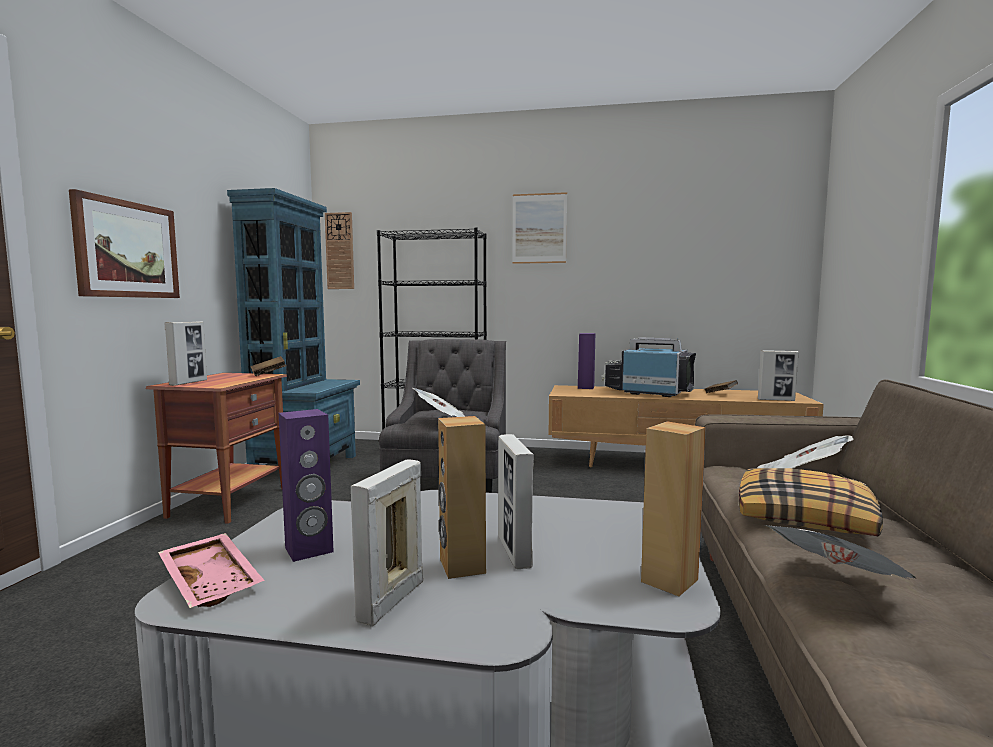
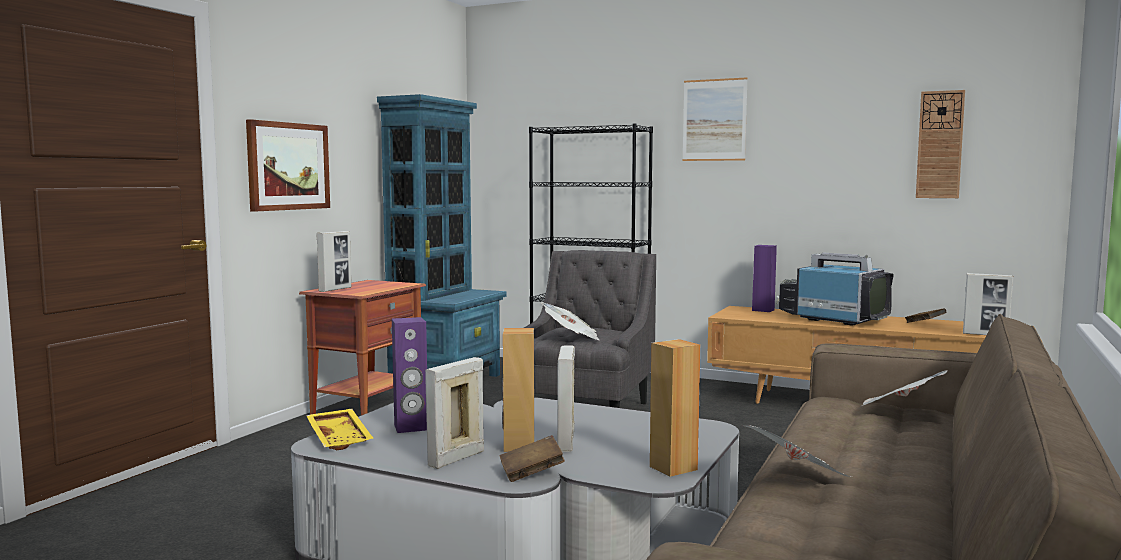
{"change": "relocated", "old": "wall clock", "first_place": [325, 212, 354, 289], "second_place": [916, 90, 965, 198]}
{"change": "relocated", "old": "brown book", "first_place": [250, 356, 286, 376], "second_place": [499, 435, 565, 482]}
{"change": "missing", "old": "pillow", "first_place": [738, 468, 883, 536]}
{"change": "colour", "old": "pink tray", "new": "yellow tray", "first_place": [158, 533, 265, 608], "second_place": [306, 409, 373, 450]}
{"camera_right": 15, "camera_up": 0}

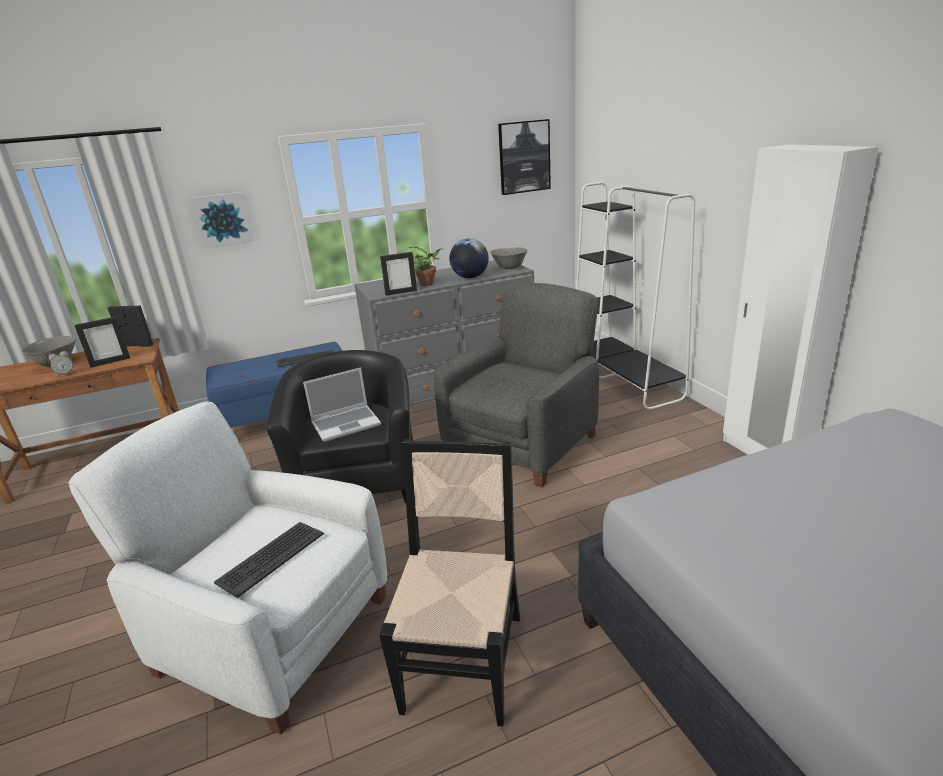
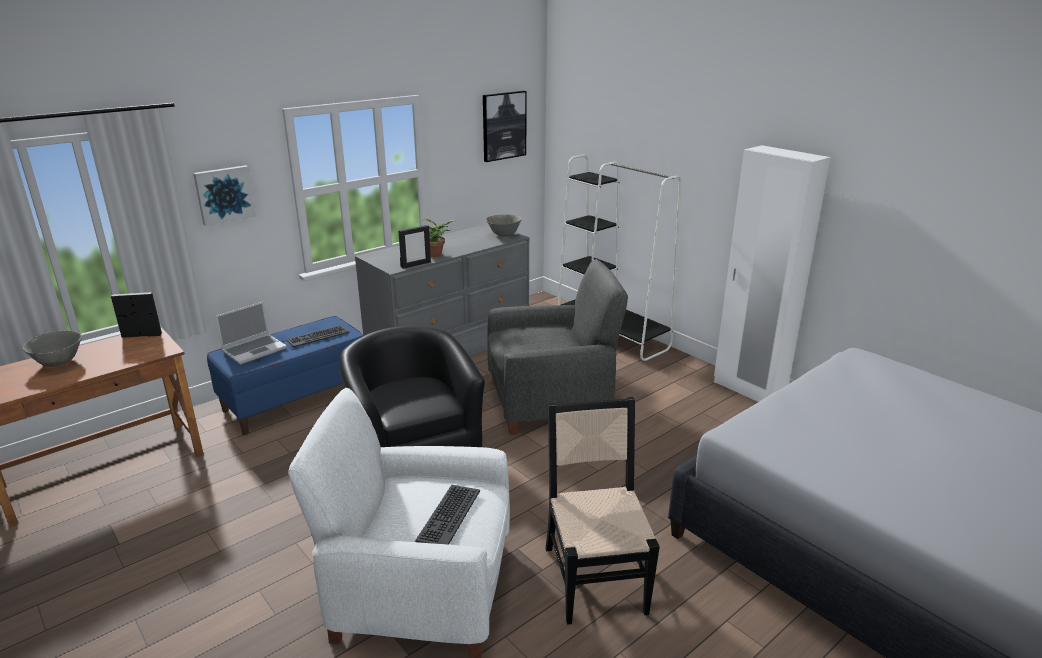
{"change": "missing", "old": "globe", "first_place": [449, 238, 489, 278]}
{"change": "spun", "old": "grey armchair", "first_place": [434, 283, 599, 488], "second_place": [487, 259, 628, 435], "degrees": 60}
{"change": "missing", "old": "picture frame", "first_place": [75, 317, 130, 368]}
{"change": "missing", "old": "alarm clock", "first_place": [49, 351, 75, 378]}
{"change": "relocated", "old": "laptop", "first_place": [303, 367, 381, 442], "second_place": [215, 302, 287, 364]}
{"camera_right": -20, "camera_up": 0}

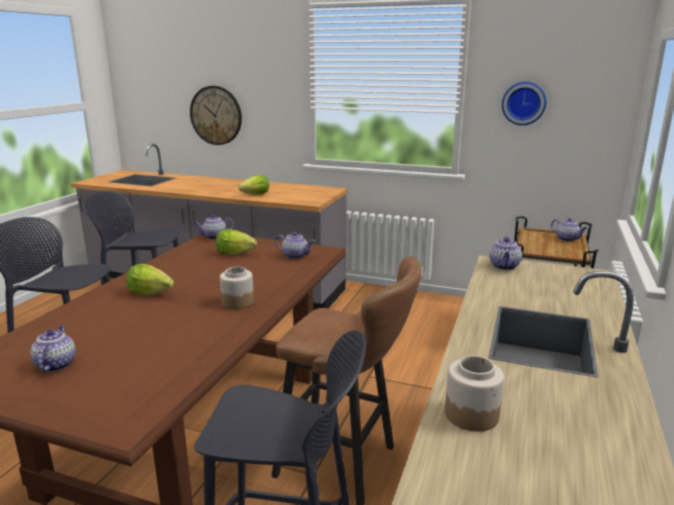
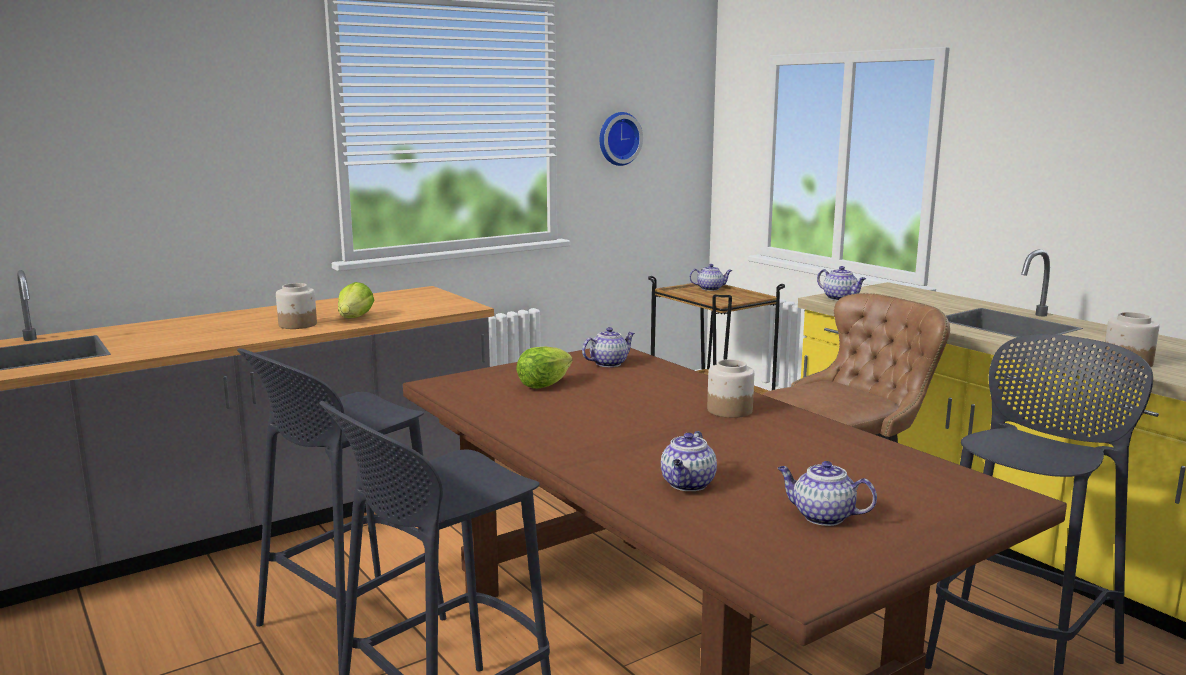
{"change": "missing", "old": "wall clock", "first_place": [190, 86, 242, 145]}
{"change": "relocated", "old": "teapot", "first_place": [194, 215, 234, 239], "second_place": [661, 431, 717, 491]}
{"change": "missing", "old": "lettuce", "first_place": [126, 264, 174, 295]}
{"change": "appeared", "new": "jar", "second_place": [276, 283, 317, 329]}
{"camera_right": -55, "camera_up": -5}

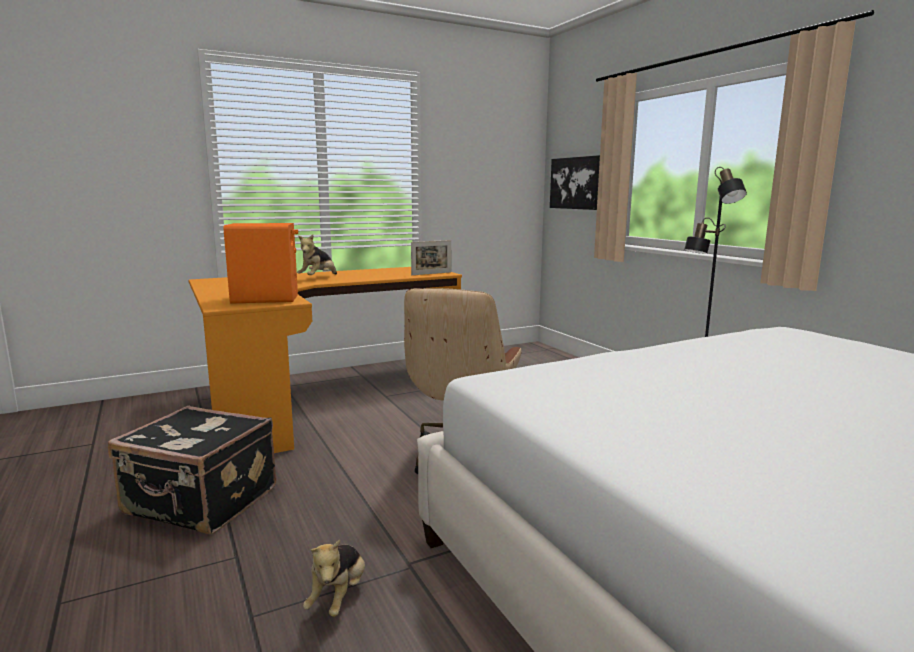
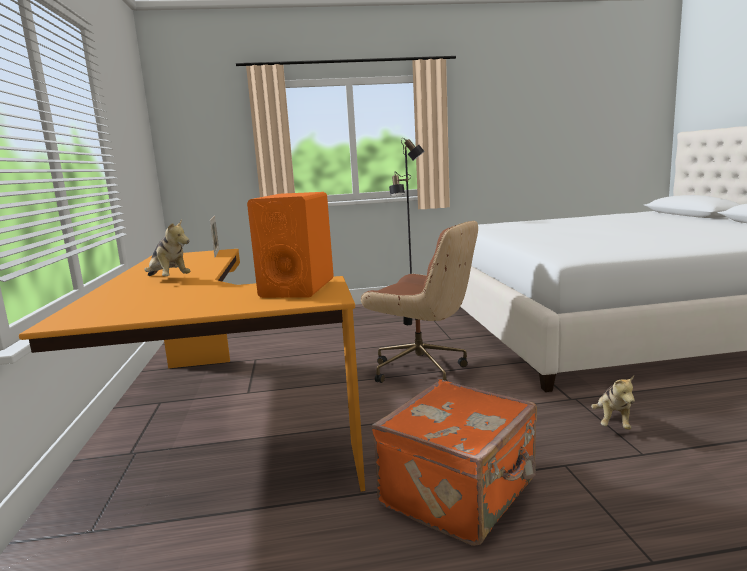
{"change": "missing", "old": "picture", "first_place": [550, 155, 600, 210]}
{"change": "colour", "old": "black suitcase", "new": "orange suitcase", "first_place": [108, 406, 276, 534], "second_place": [372, 379, 537, 546]}
{"change": "spun", "old": "plush toy", "first_place": [303, 539, 365, 617], "second_place": [591, 375, 635, 430], "degrees": 75}
{"camera_right": -70, "camera_up": 0}

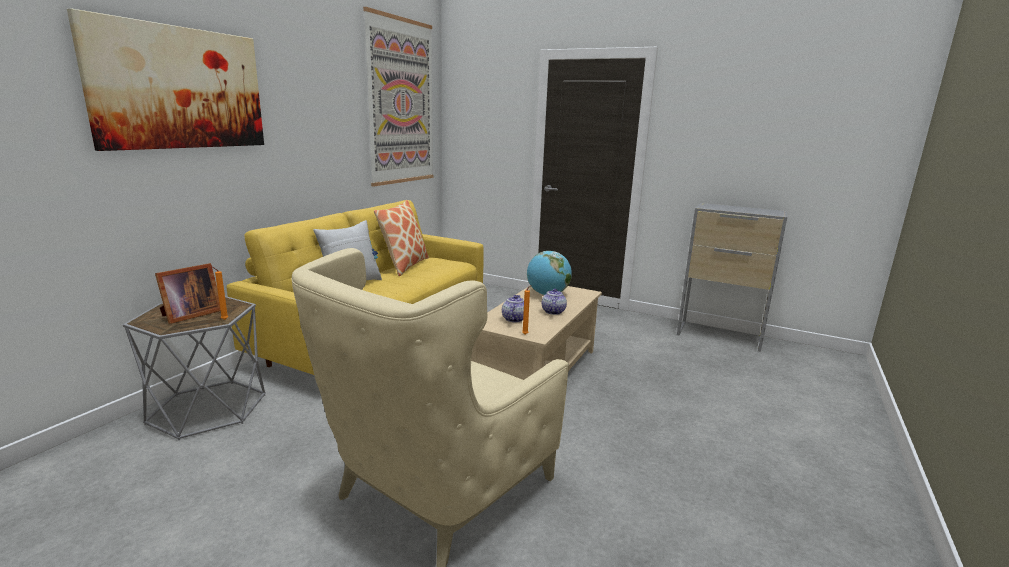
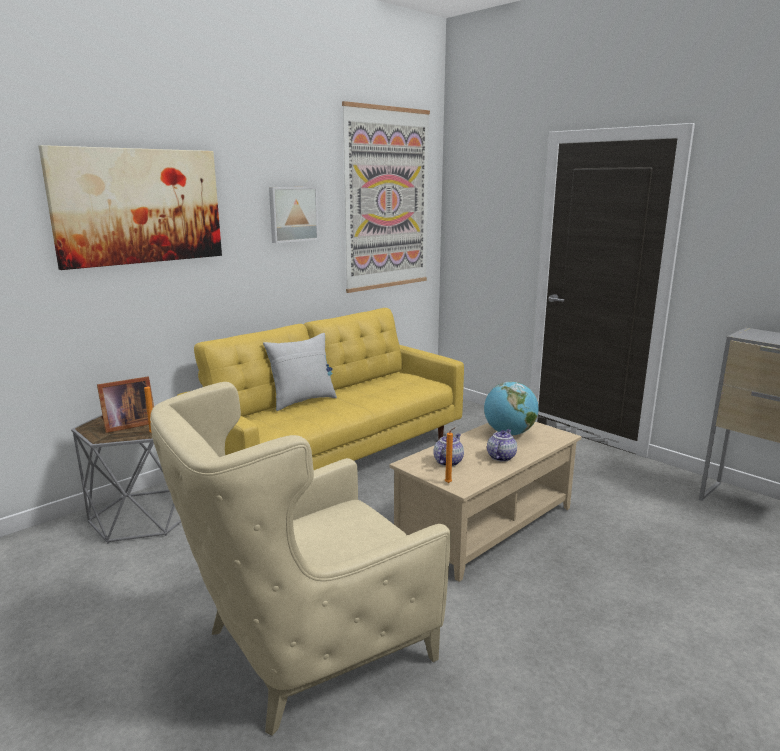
{"change": "missing", "old": "pillow", "first_place": [374, 200, 429, 276]}
{"change": "appeared", "new": "picture", "second_place": [269, 187, 319, 243]}
{"camera_right": 20, "camera_up": 0}

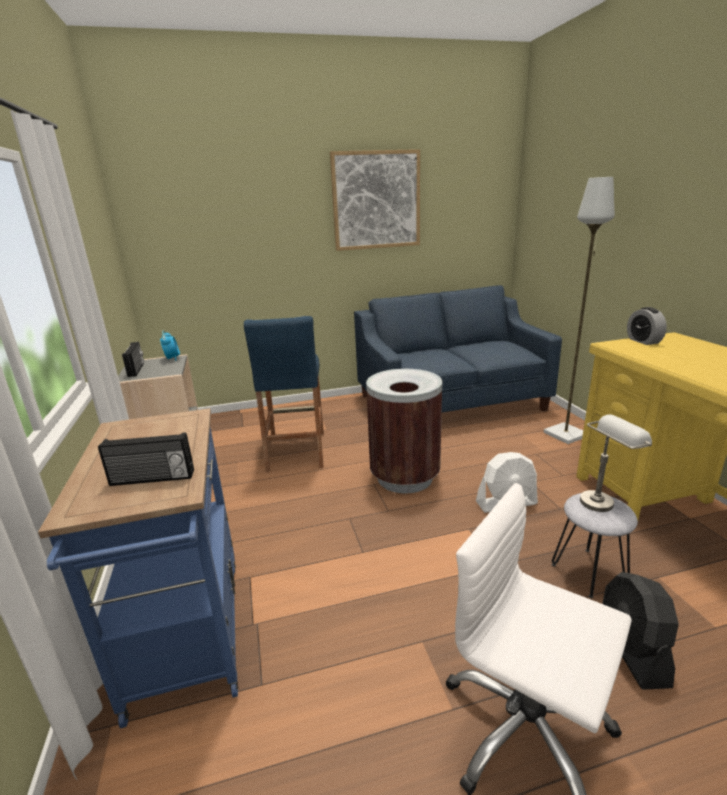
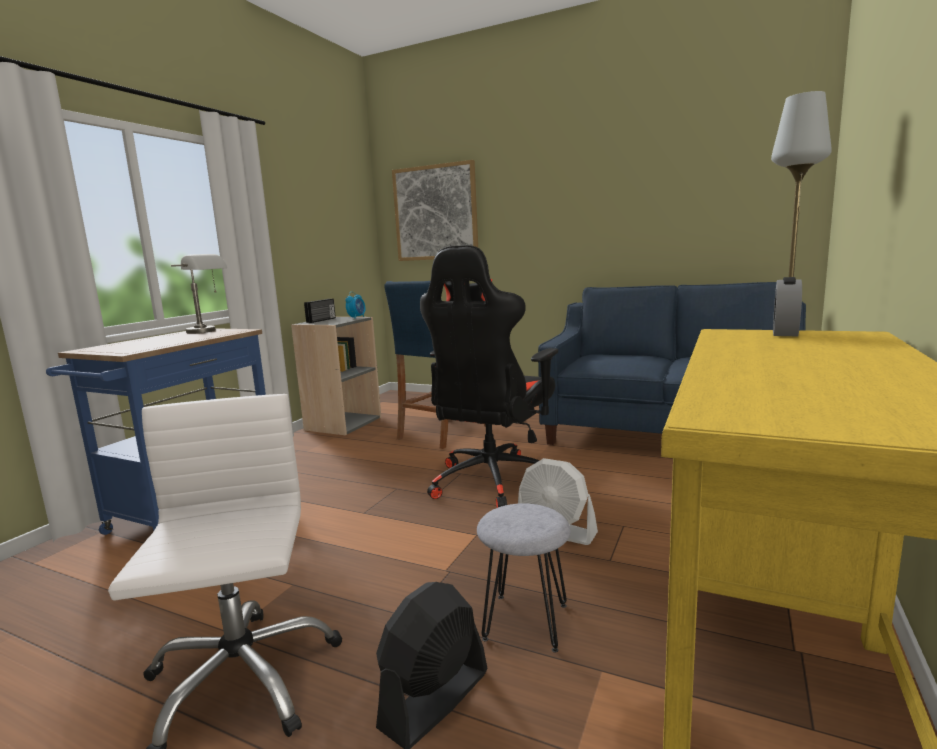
{"change": "relocated", "old": "picture", "first_place": [330, 149, 420, 251], "second_place": [392, 160, 478, 261]}
{"change": "exchanged", "old": "brown trash can", "new": "black office chair", "first_place": [366, 369, 442, 493], "second_place": [420, 245, 558, 508]}
{"change": "relocated", "old": "grey table lamp", "first_place": [580, 414, 652, 512], "second_place": [171, 254, 227, 334]}
{"change": "missing", "old": "radio", "first_place": [98, 432, 194, 486]}
{"camera_right": 40, "camera_up": -10}

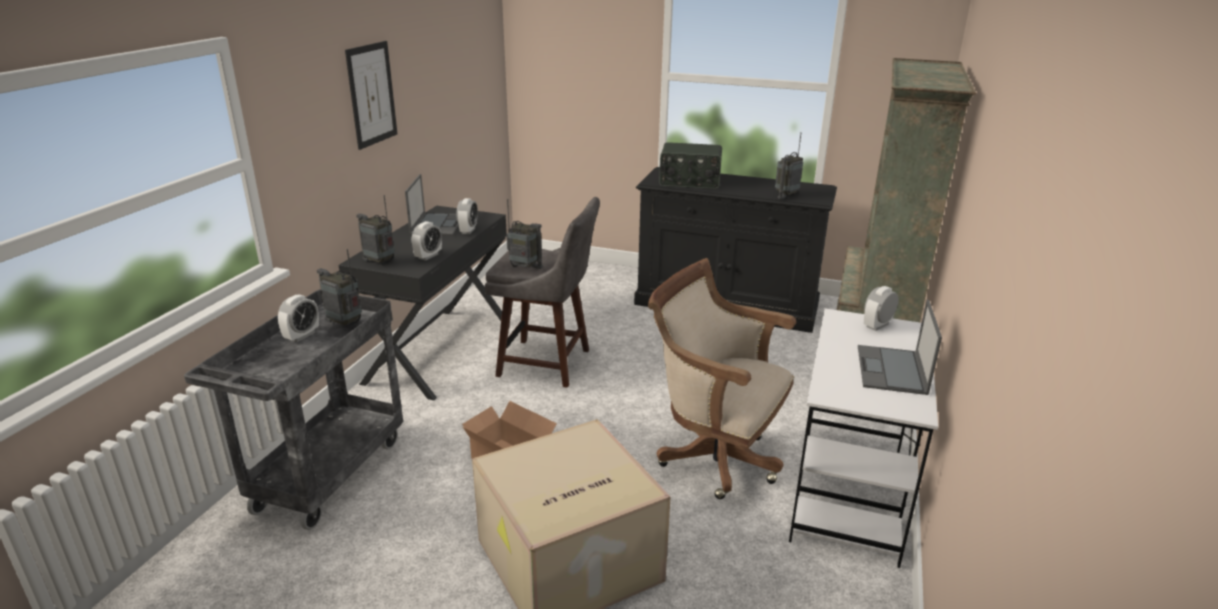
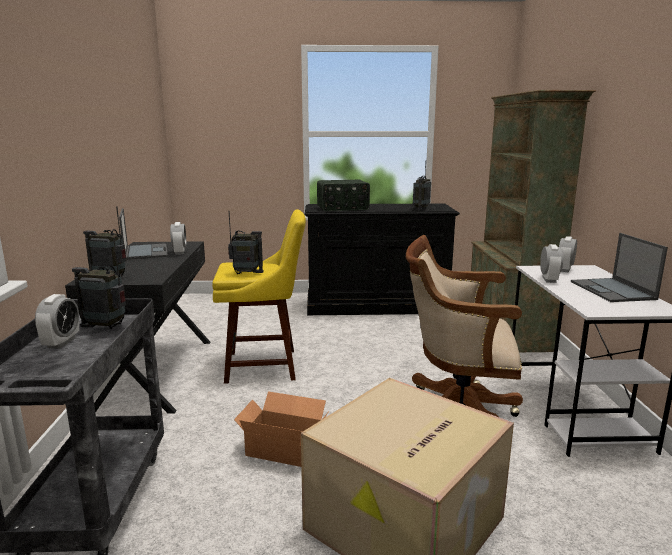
{"change": "missing", "old": "picture", "first_place": [345, 41, 397, 150]}
{"change": "colour", "old": "grey stool", "new": "yellow stool", "first_place": [485, 197, 600, 388], "second_place": [212, 209, 306, 384]}
{"change": "relocated", "old": "alarm clock", "first_place": [412, 221, 442, 261], "second_place": [540, 244, 563, 283]}
{"camera_right": -20, "camera_up": -10}

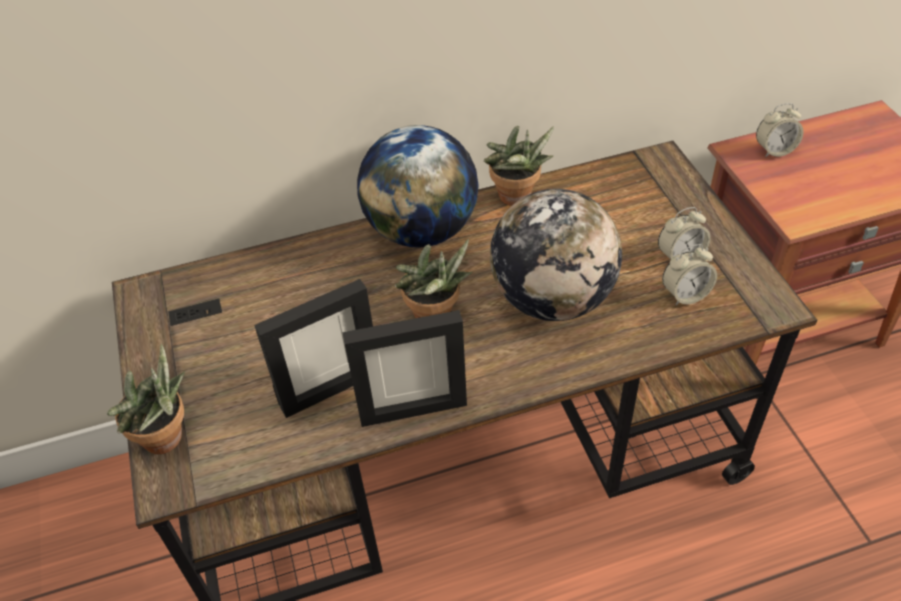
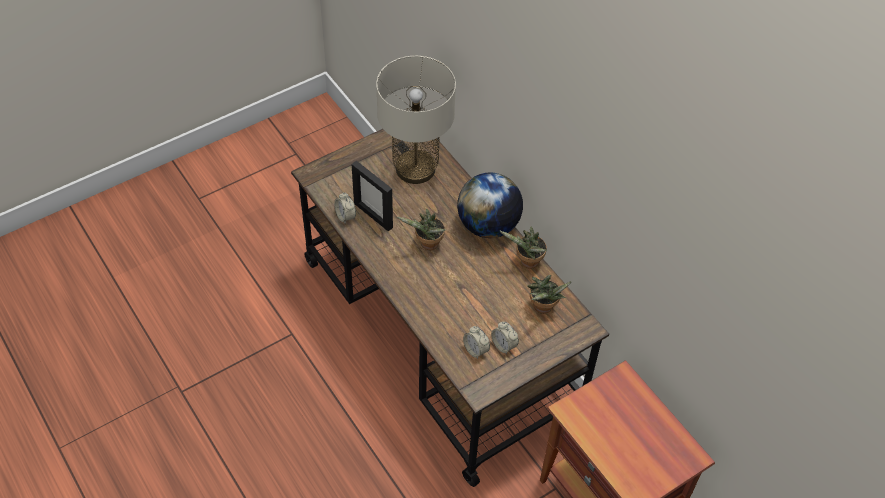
{"change": "relocated", "old": "alarm clock", "first_place": [756, 103, 804, 158], "second_place": [334, 192, 356, 224]}
{"change": "missing", "old": "globe", "first_place": [490, 189, 622, 321]}
{"change": "missing", "old": "picture frame", "first_place": [343, 310, 467, 427]}
{"change": "relocated", "old": "potted plant", "first_place": [107, 344, 185, 454], "second_place": [527, 275, 572, 314]}
{"change": "appeared", "new": "table lamp", "second_place": [376, 56, 456, 184]}
{"camera_right": 70, "camera_up": 5}

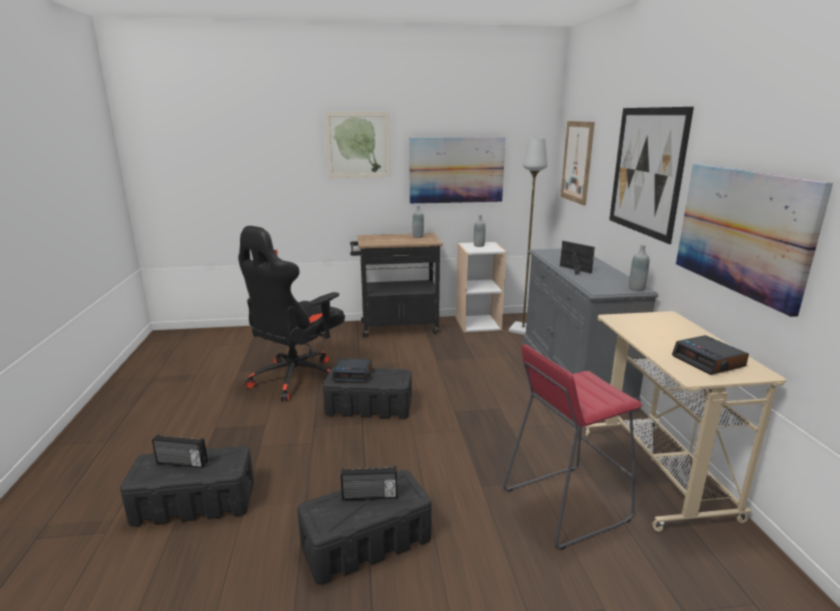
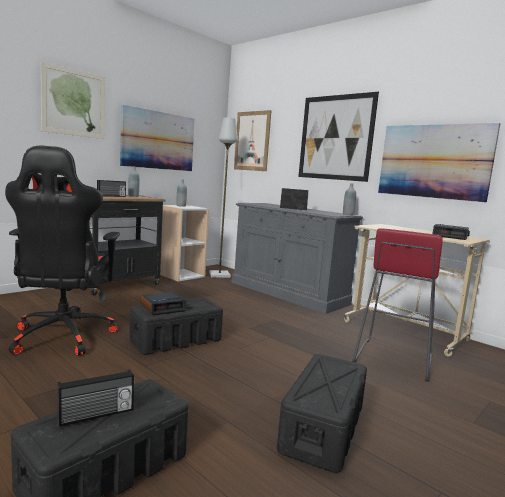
{"change": "relocated", "old": "radio", "first_place": [341, 466, 397, 500], "second_place": [97, 180, 126, 197]}
{"camera_right": -40, "camera_up": -10}

